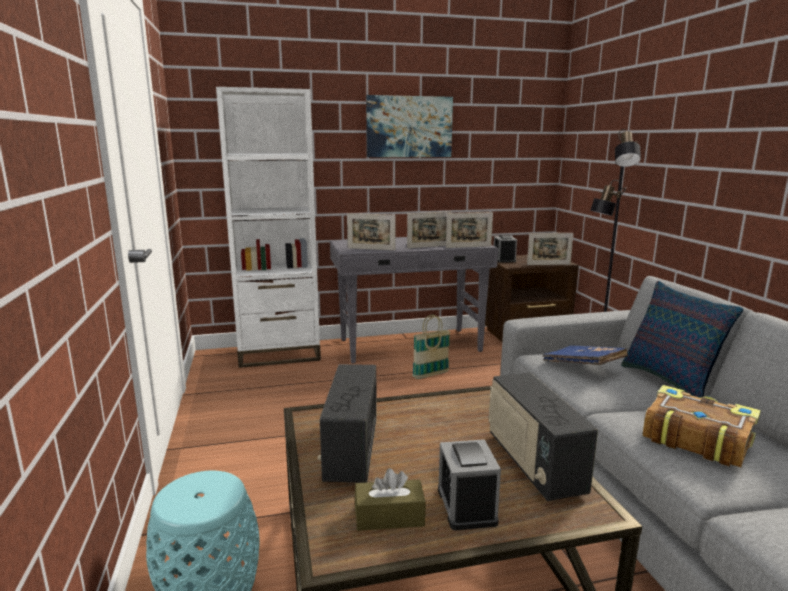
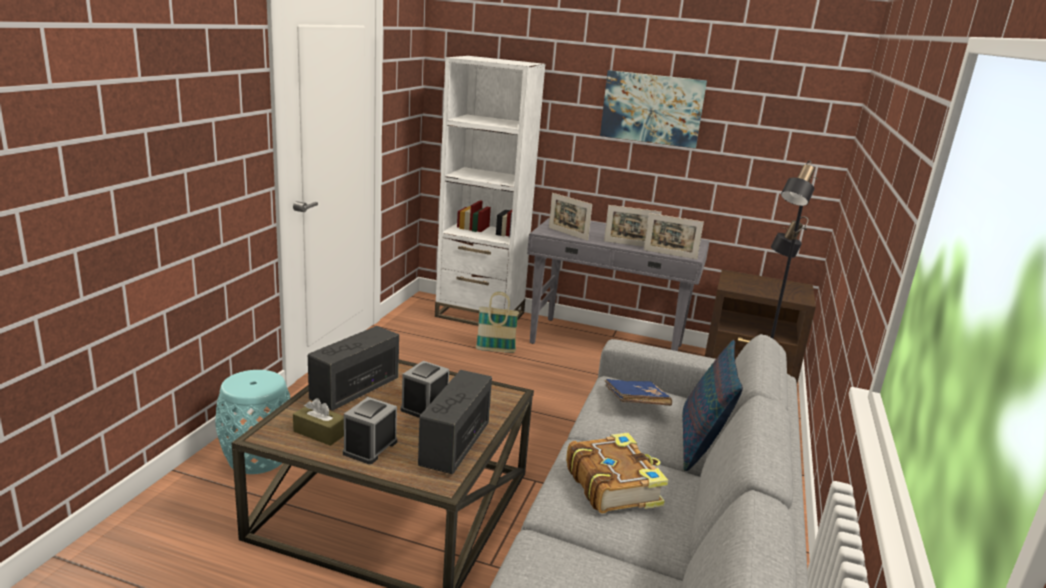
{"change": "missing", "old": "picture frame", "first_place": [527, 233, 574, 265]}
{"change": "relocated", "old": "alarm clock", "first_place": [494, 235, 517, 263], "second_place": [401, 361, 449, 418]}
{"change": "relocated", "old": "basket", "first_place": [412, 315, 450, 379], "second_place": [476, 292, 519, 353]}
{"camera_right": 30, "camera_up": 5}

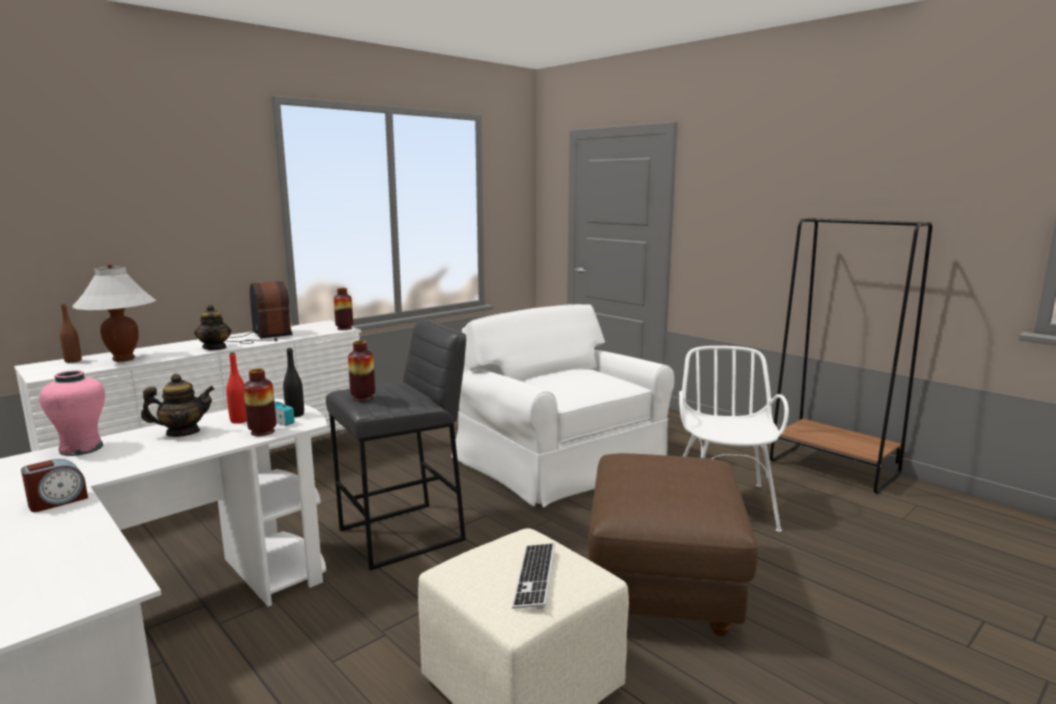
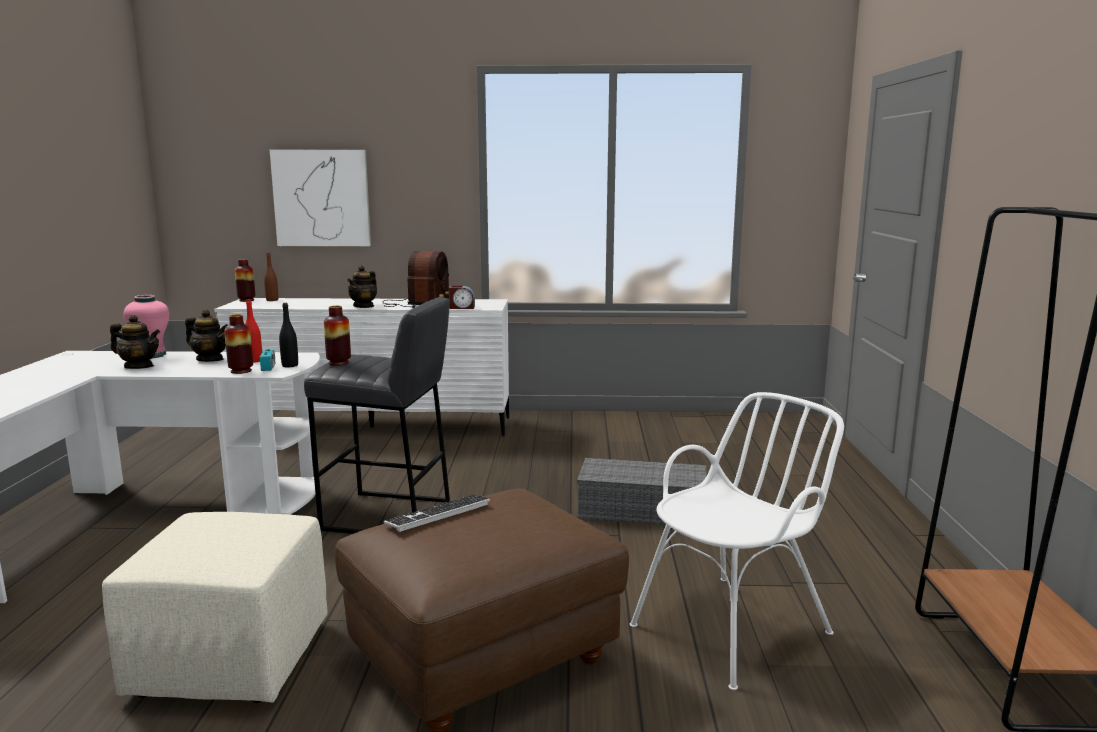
{"change": "missing", "old": "white table lamp", "first_place": [72, 264, 156, 362]}
{"change": "relocated", "old": "vase", "first_place": [334, 288, 353, 330], "second_place": [235, 259, 255, 302]}
{"change": "exchanged", "old": "white armchair", "new": "grey storage box", "first_place": [451, 304, 675, 507], "second_place": [577, 458, 707, 526]}
{"change": "relocated", "old": "alarm clock", "first_place": [21, 459, 88, 512], "second_place": [449, 285, 475, 309]}
{"change": "relocated", "old": "keyboard", "first_place": [512, 543, 555, 609], "second_place": [384, 494, 491, 532]}
{"change": "appeared", "new": "picture", "second_place": [270, 150, 371, 246]}
{"change": "appeared", "new": "teapot", "second_place": [110, 315, 160, 369]}
{"camera_right": 45, "camera_up": 0}

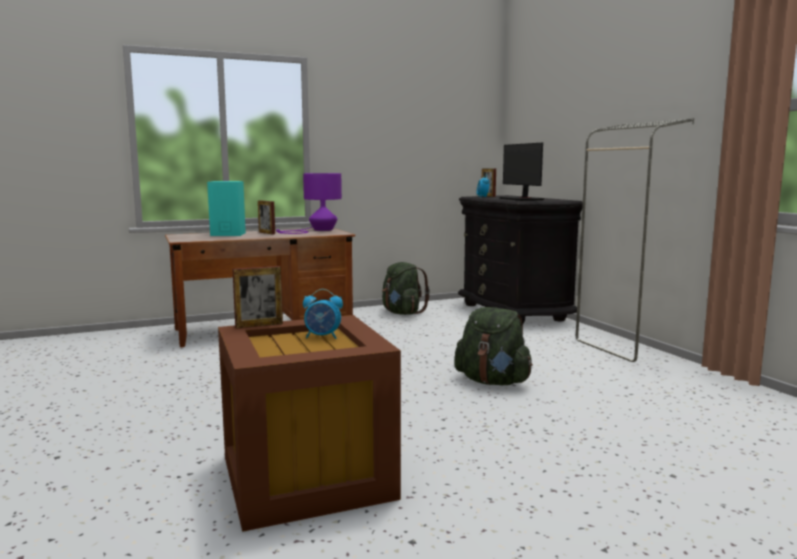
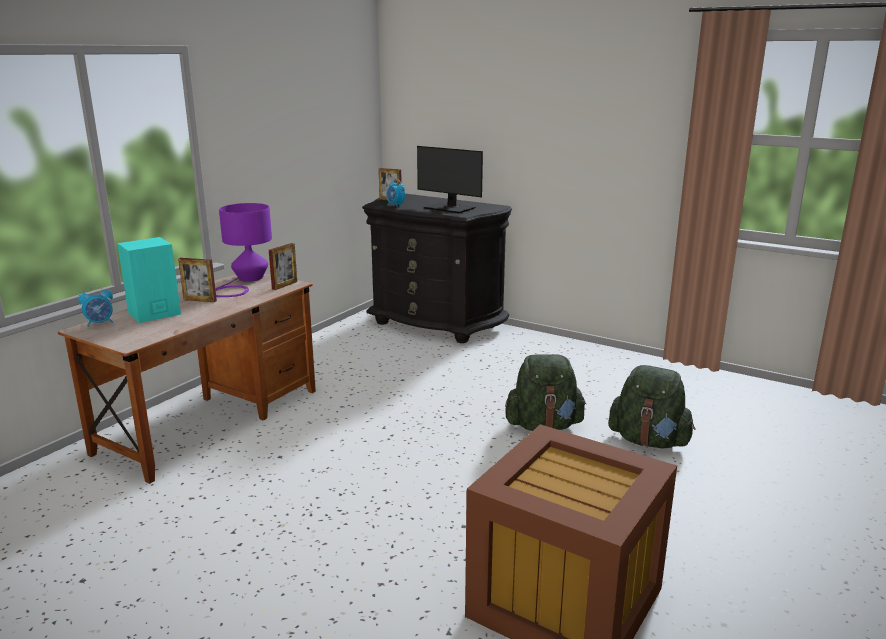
{"change": "missing", "old": "grey clothes rack", "first_place": [576, 118, 694, 362]}
{"change": "relocated", "old": "green backpack", "first_place": [382, 262, 430, 315], "second_place": [609, 365, 696, 449]}
{"change": "relocated", "old": "picture frame", "first_place": [232, 266, 283, 329], "second_place": [269, 243, 297, 290]}
{"change": "relocated", "old": "alarm clock", "first_place": [303, 289, 343, 339], "second_place": [78, 287, 113, 327]}
{"camera_right": -35, "camera_up": 10}

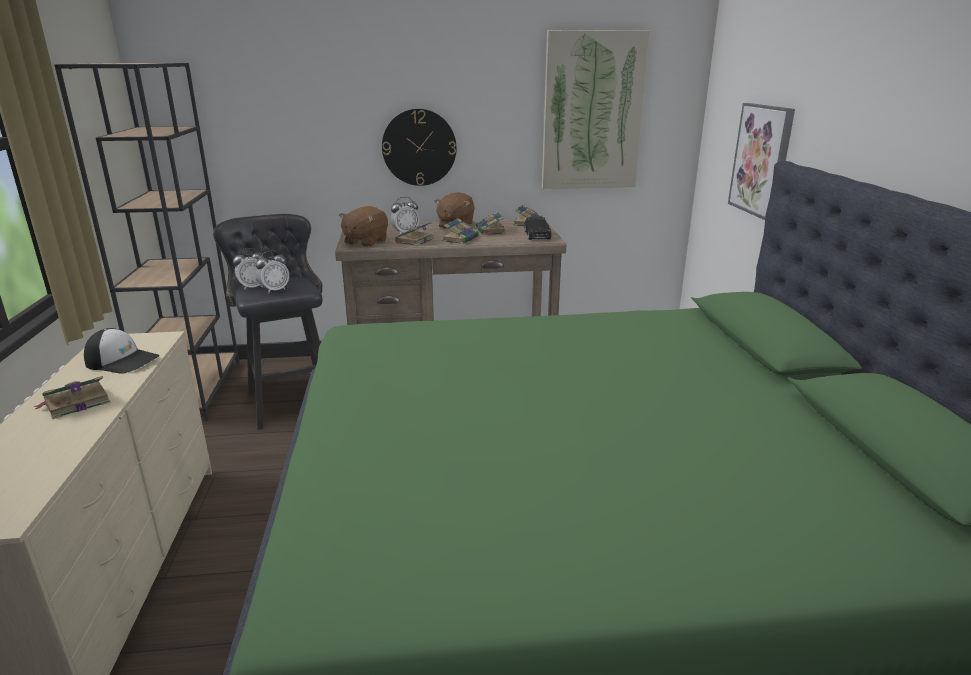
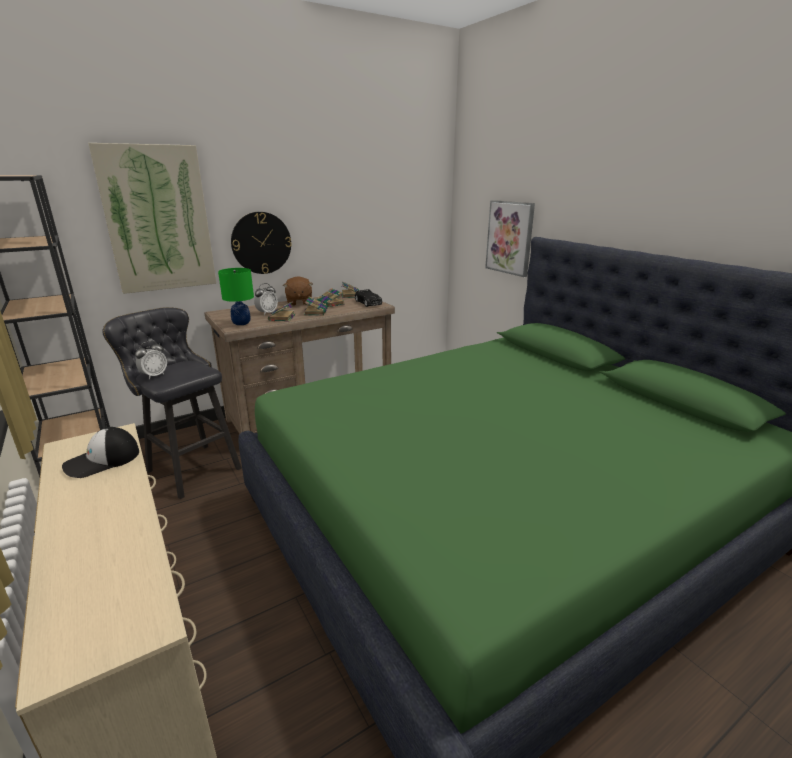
{"change": "relocated", "old": "picture", "first_place": [542, 30, 650, 189], "second_place": [88, 143, 217, 294]}
{"change": "exchanged", "old": "brown plush toy", "new": "green table lamp", "first_place": [339, 206, 388, 247], "second_place": [218, 268, 254, 326]}
{"change": "missing", "old": "alarm clock", "first_place": [256, 250, 289, 294]}
{"change": "spun", "old": "cap", "first_place": [84, 328, 159, 374], "second_place": [62, 427, 139, 478], "degrees": 150}
{"change": "missing", "old": "book", "first_place": [34, 376, 111, 419]}
{"camera_right": -25, "camera_up": 0}

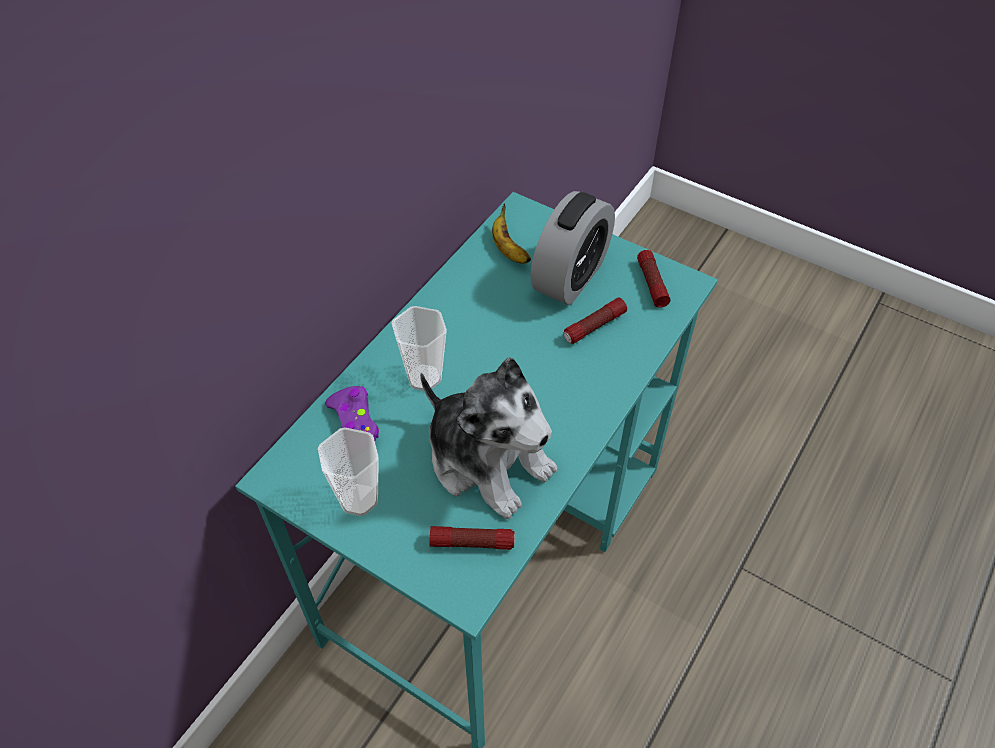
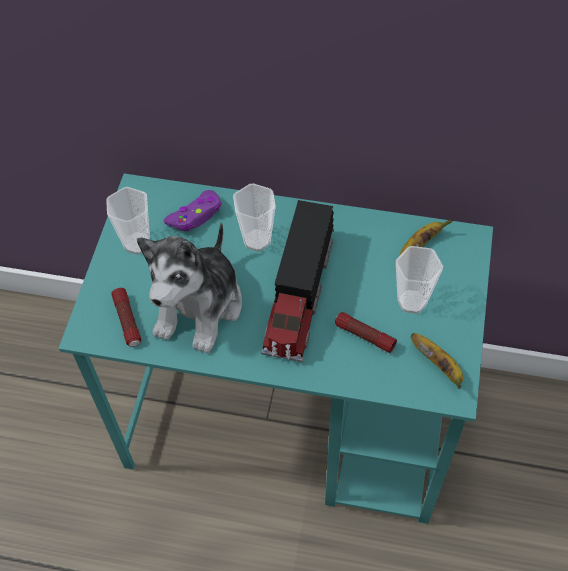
{"change": "exchanged", "old": "alarm clock", "new": "cup", "first_place": [530, 191, 615, 305], "second_place": [396, 246, 443, 314]}
{"change": "exchanged", "old": "flashlight", "new": "banana", "first_place": [637, 250, 670, 308], "second_place": [411, 333, 463, 389]}
{"change": "appeared", "new": "toy truck", "second_place": [261, 200, 334, 362]}
{"camera_right": 70, "camera_up": 5}

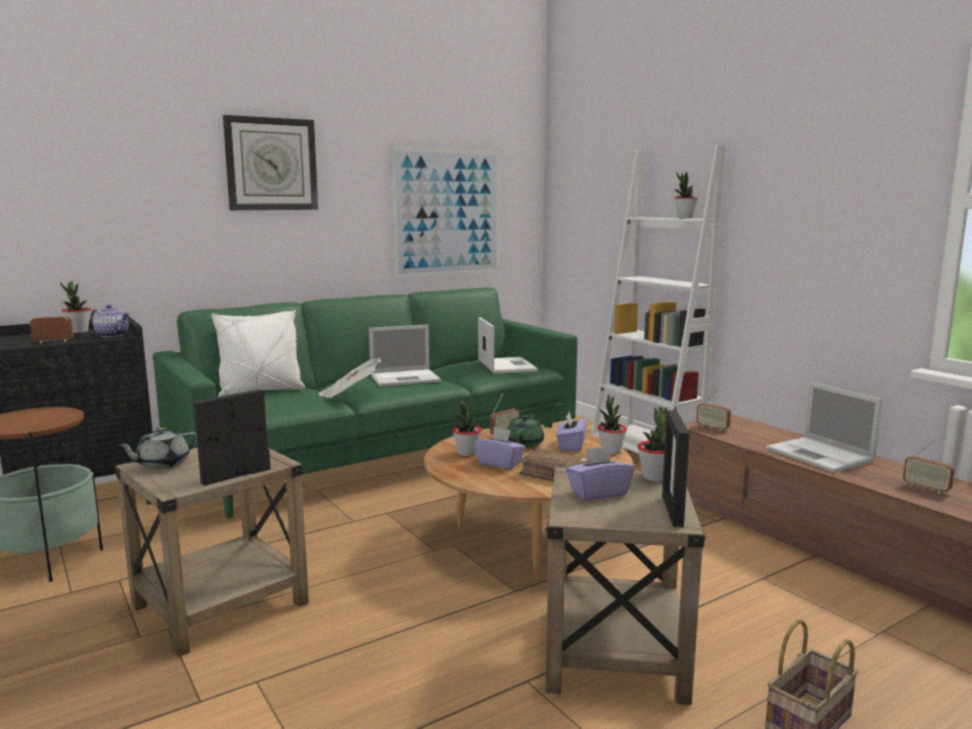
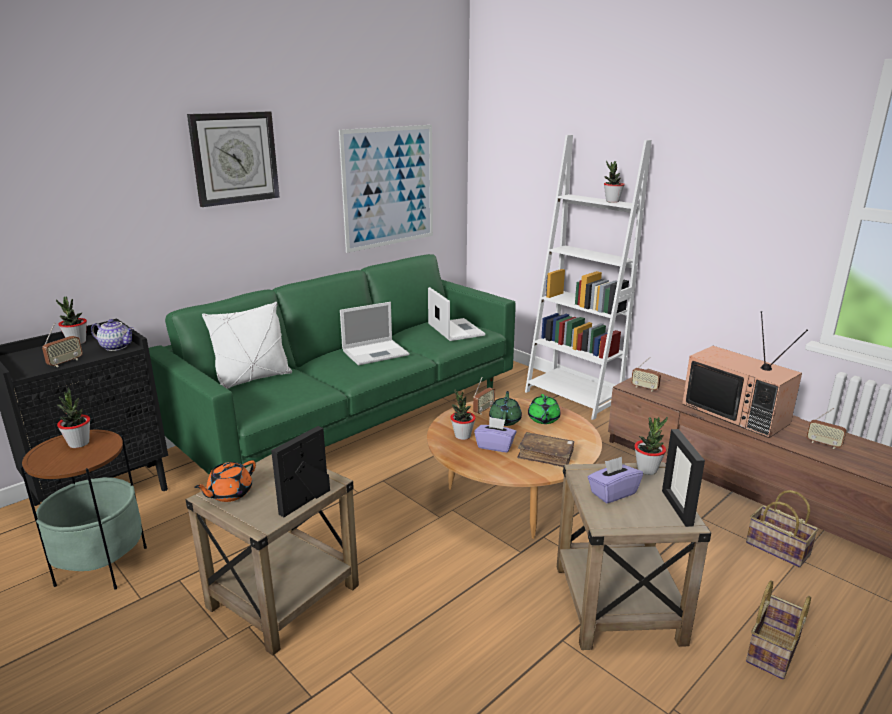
{"change": "spun", "old": "radio", "first_place": [30, 300, 74, 343], "second_place": [42, 323, 83, 367], "degrees": 150}
{"change": "missing", "old": "newspaper", "first_place": [318, 358, 381, 398]}
{"change": "exchanged", "old": "laptop", "new": "television", "first_place": [766, 382, 882, 473], "second_place": [682, 311, 808, 438]}
{"change": "relocated", "old": "potted plant", "first_place": [597, 394, 627, 454], "second_place": [57, 387, 90, 448]}
{"change": "exchanged", "old": "purple tissue box", "new": "green teapot", "first_place": [556, 412, 587, 451], "second_place": [528, 394, 560, 424]}
{"change": "colour", "old": "grey teapot", "new": "orange teapot", "first_place": [117, 427, 197, 470], "second_place": [194, 460, 256, 502]}
{"change": "appeared", "new": "basket", "second_place": [746, 490, 819, 568]}
{"camera_right": -10, "camera_up": 10}

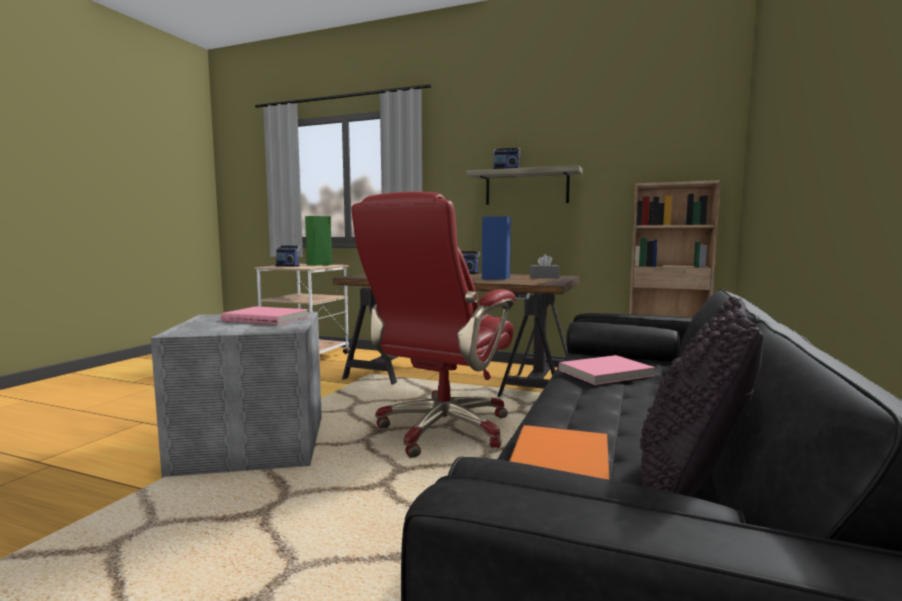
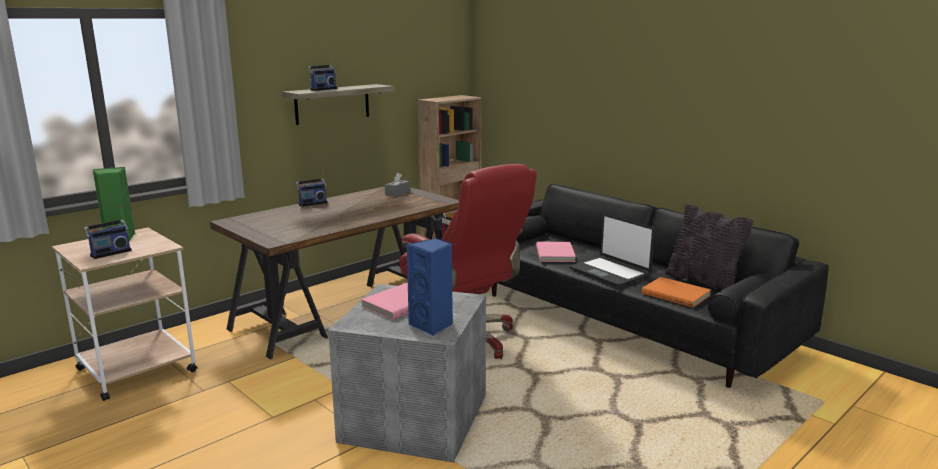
{"change": "relocated", "old": "blue speaker", "first_place": [482, 217, 511, 280], "second_place": [407, 238, 453, 336]}
{"change": "appeared", "new": "laptop", "second_place": [570, 214, 655, 286]}
{"camera_right": -65, "camera_up": 10}

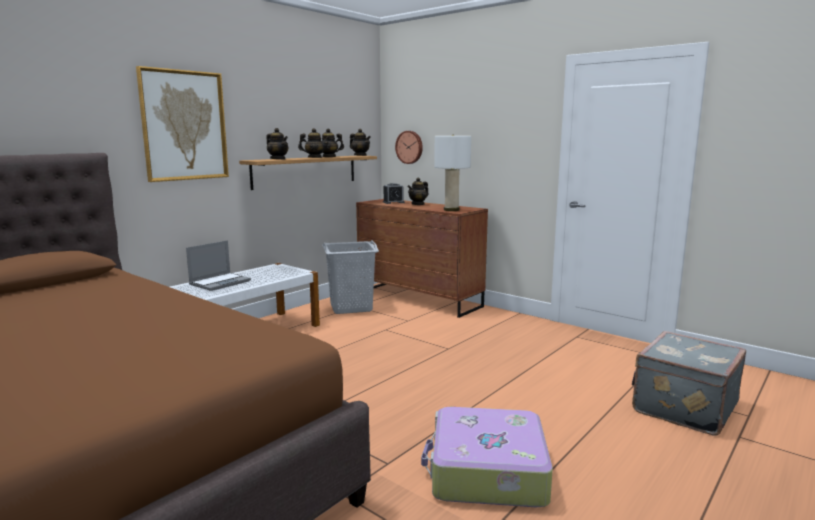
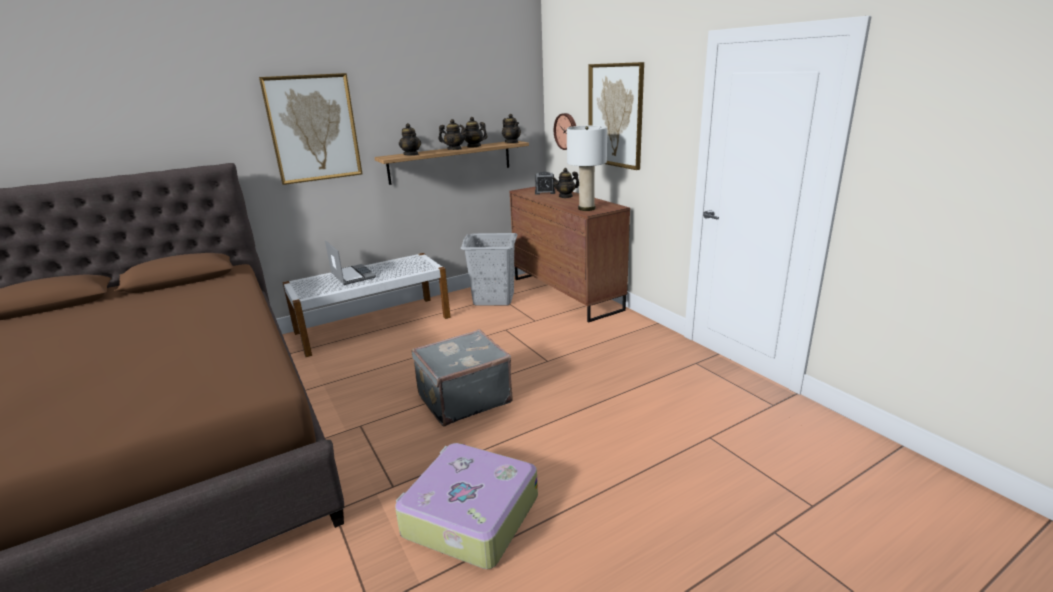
{"change": "spun", "old": "laptop", "first_place": [186, 240, 251, 291], "second_place": [325, 241, 376, 285], "degrees": -90}
{"change": "relocated", "old": "grey suitcase", "first_place": [632, 331, 746, 435], "second_place": [411, 329, 512, 427]}
{"change": "appeared", "new": "picture", "second_place": [588, 62, 644, 170]}
{"camera_right": 20, "camera_up": 10}

